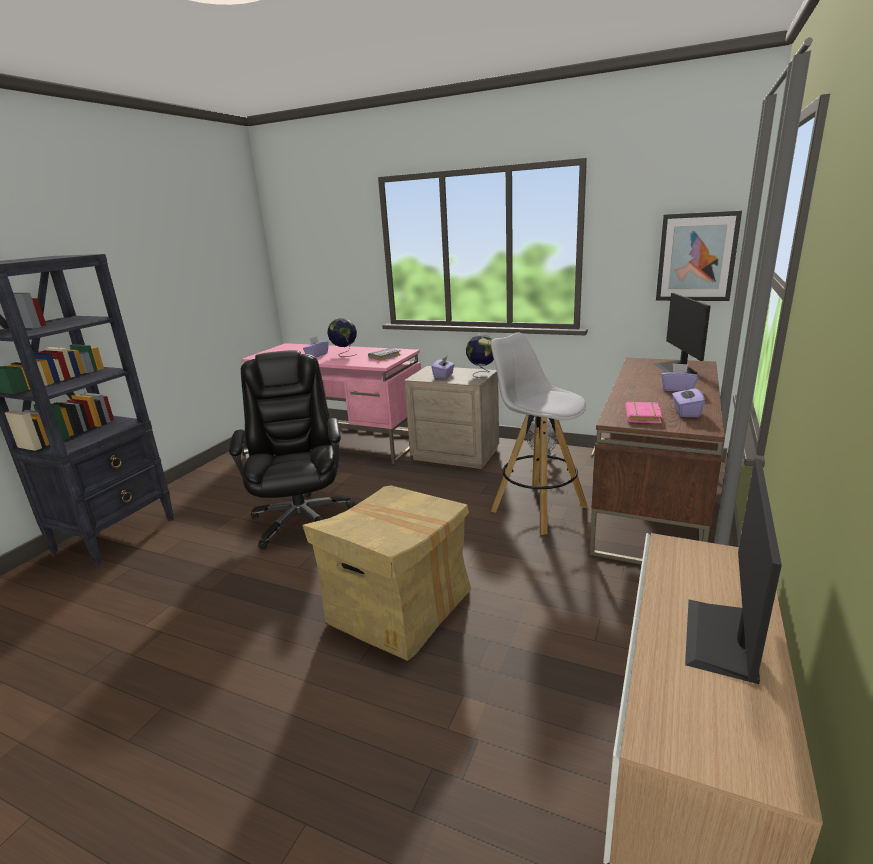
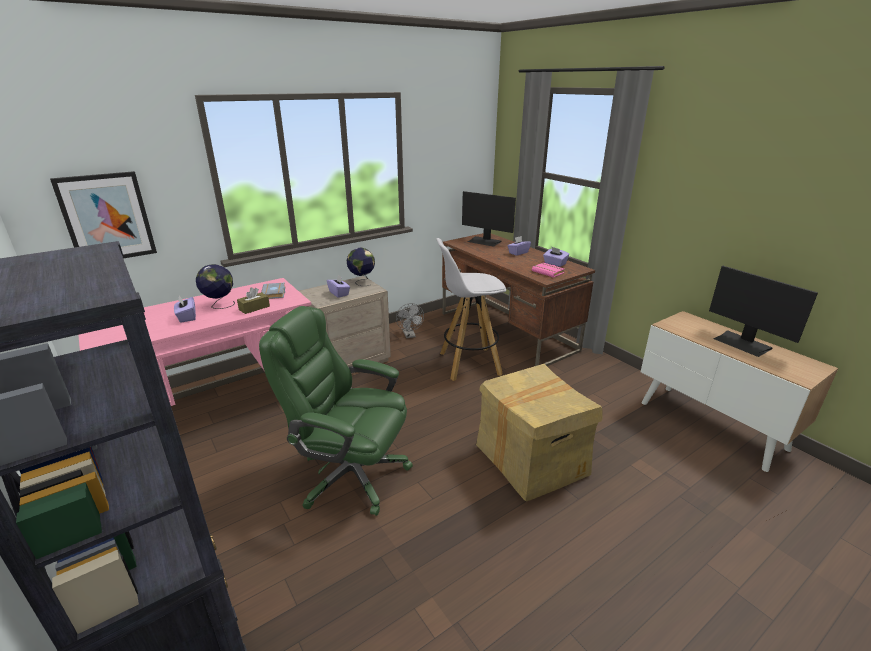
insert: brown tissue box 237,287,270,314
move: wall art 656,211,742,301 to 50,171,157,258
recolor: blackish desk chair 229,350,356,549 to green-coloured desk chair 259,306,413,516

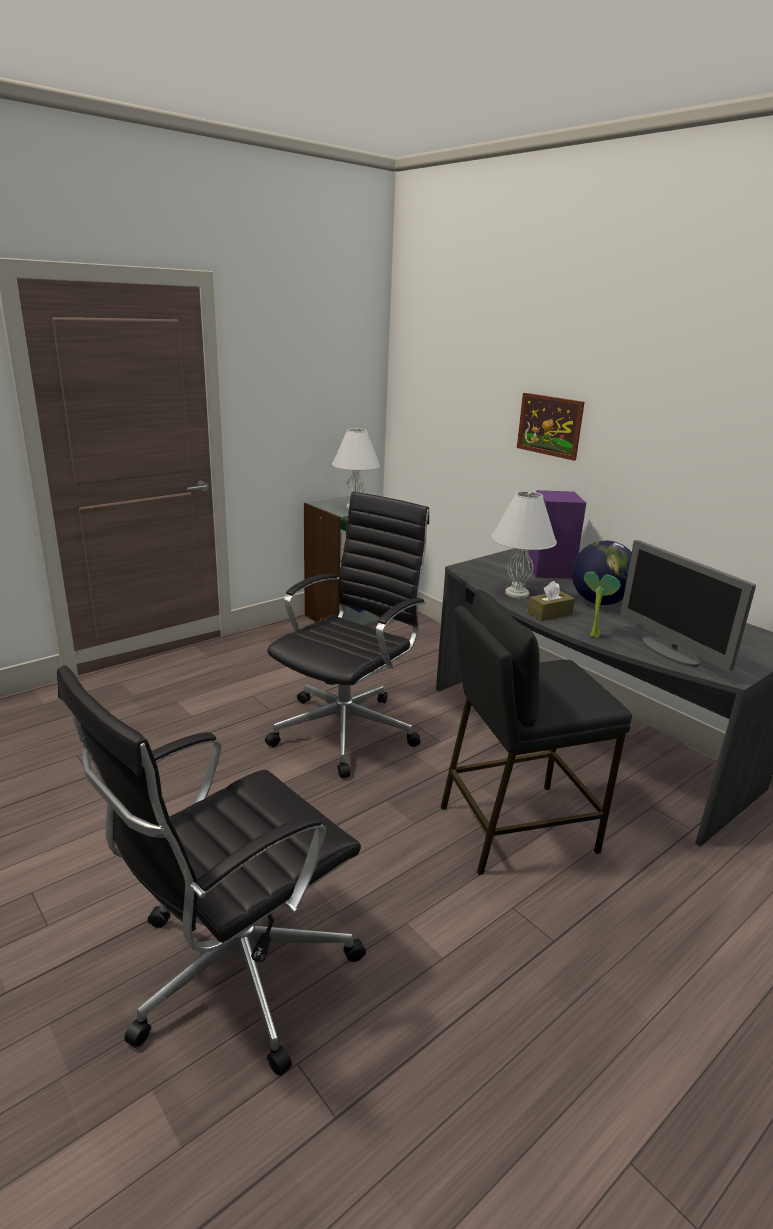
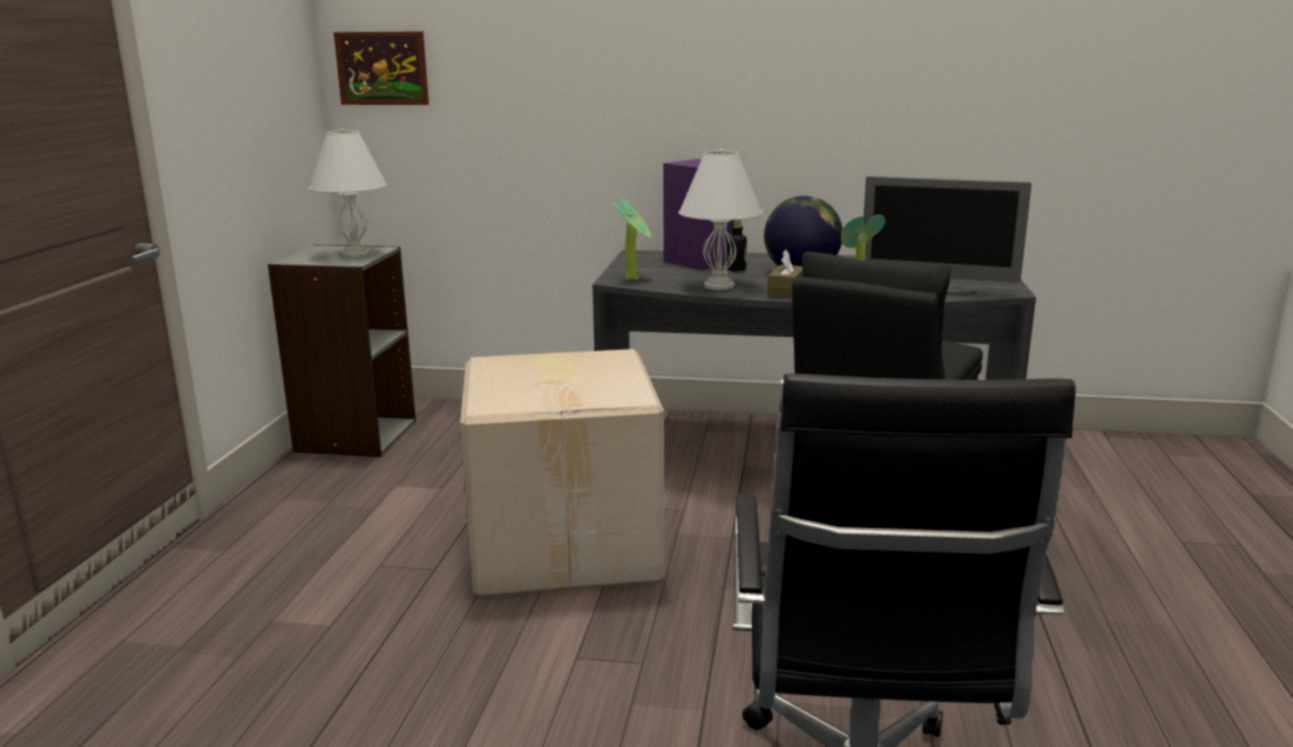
insert: potted plant 614,199,652,280; beverage bottle 727,220,747,271
move: wall art 517,393,585,461 to 334,31,429,105
replace: blackish desk chair 265,491,429,778 to cardboard box 460,349,665,597

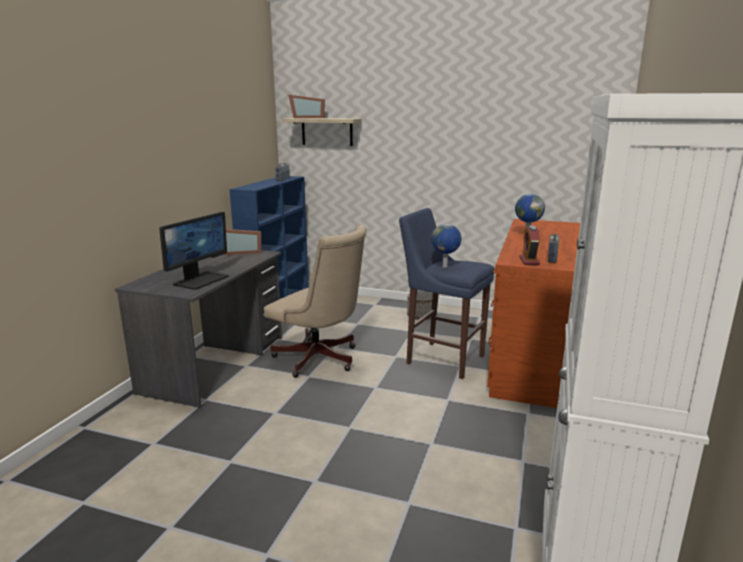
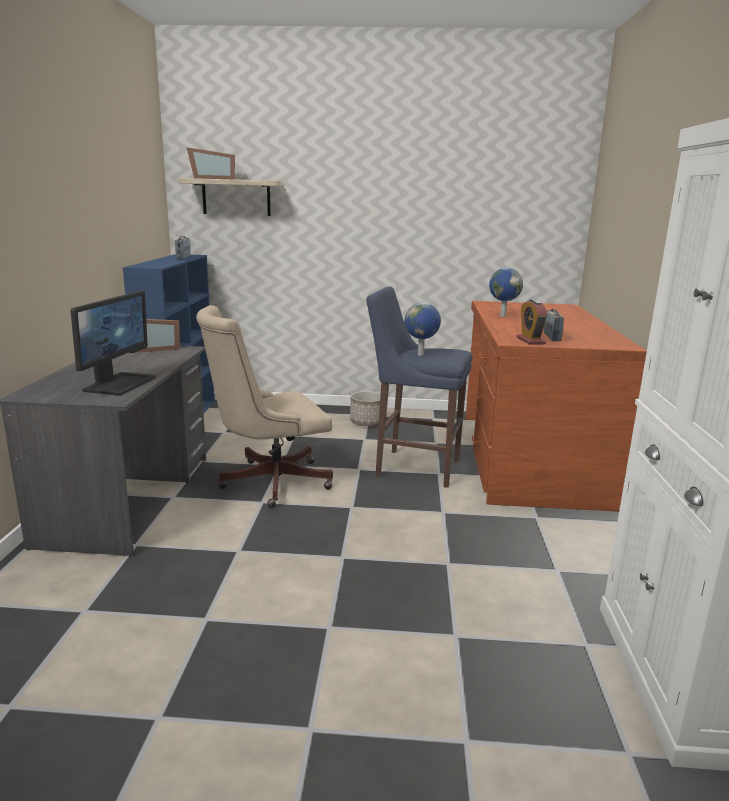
rotate: sand-coloured desk chair 264,225,367,378 = 196,305,333,508 135 degrees clockwise

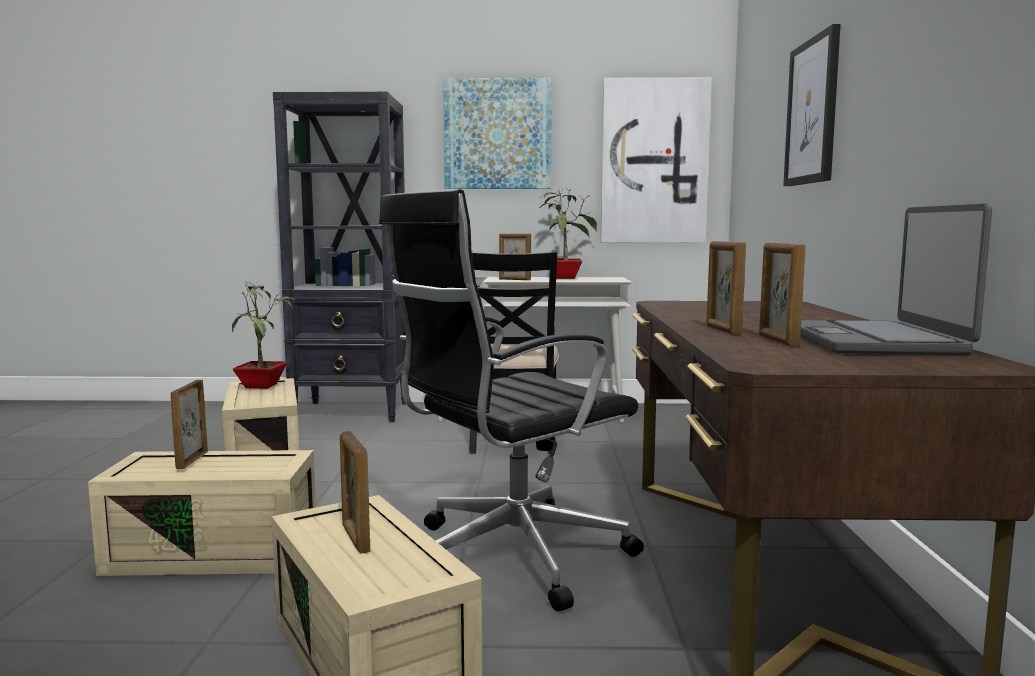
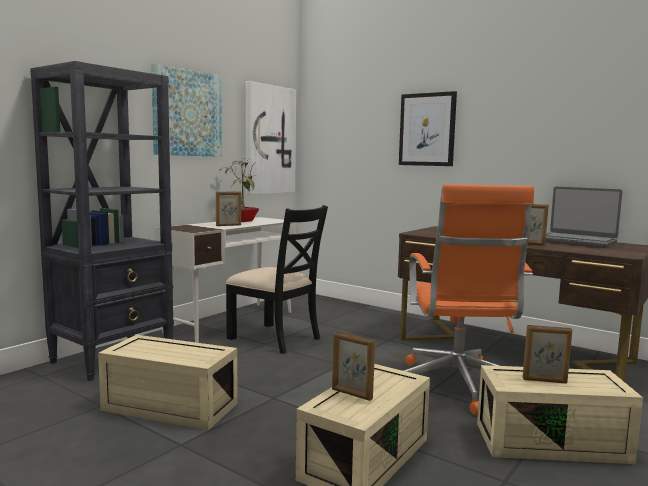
delete: potted plant 232,281,296,389; standing frame 759,243,806,346
recolor: blackish desk chair 379,189,644,612 to orange desk chair 404,184,534,415

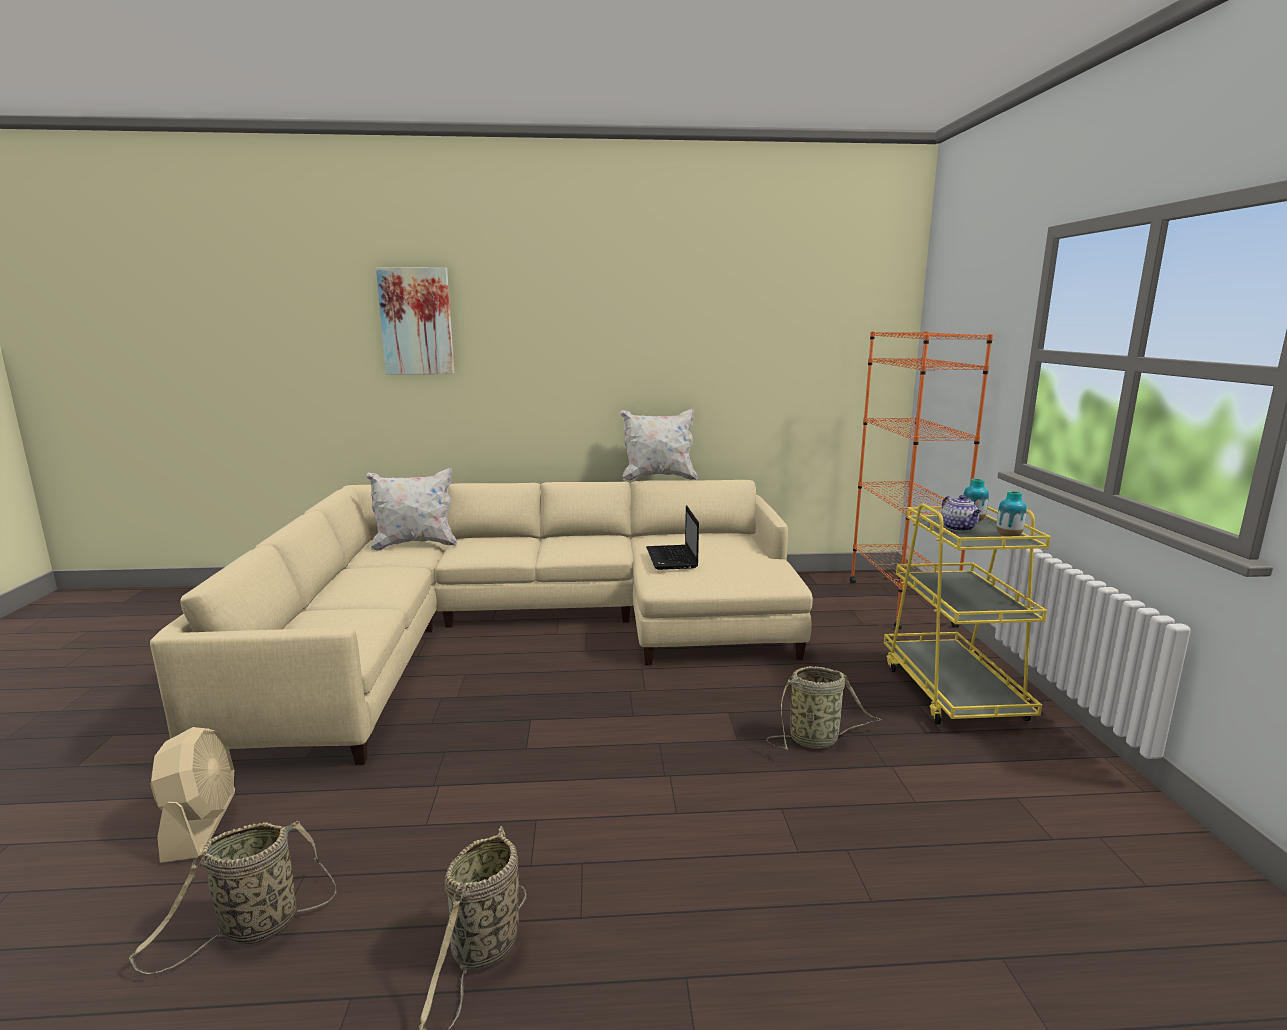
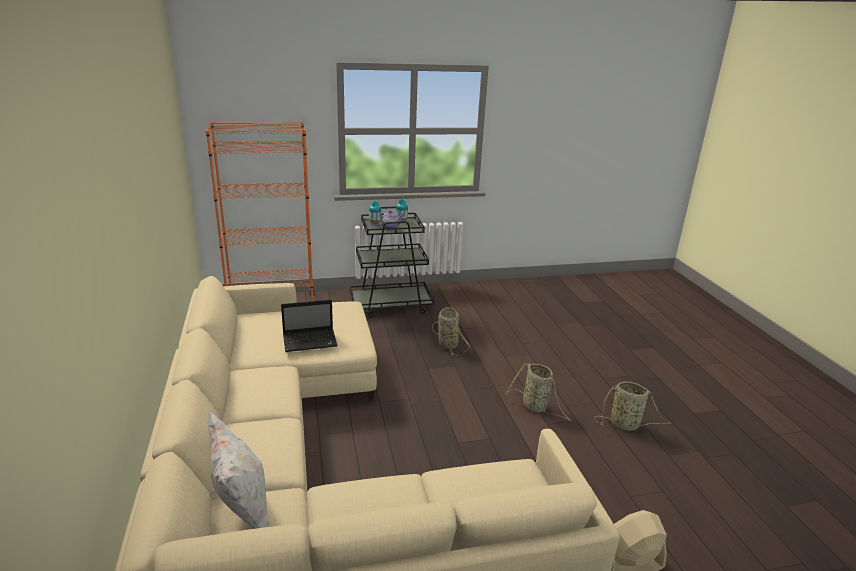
delete: wall art 376,267,454,374; white-coloured throw pillow 620,409,698,482
move: household basket 129,821,337,974 to 506,363,571,421
recolor: yellow-coloured cart 884,503,1051,725 to blackish cart 350,207,434,318

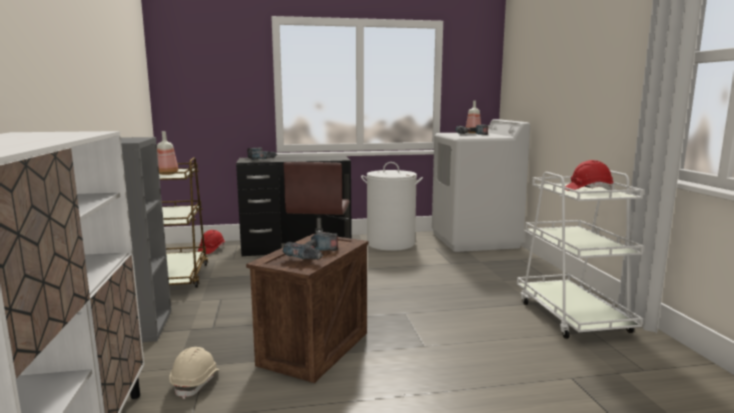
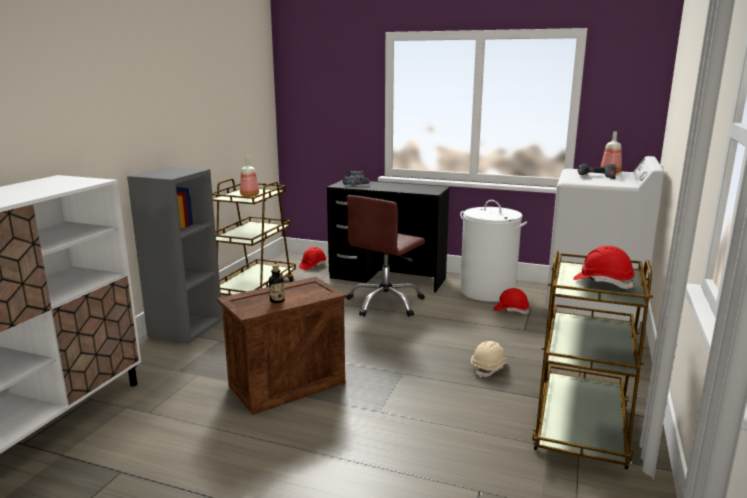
insert: reddish safety helmet 493,288,529,314
move: sand-coloured safety helmet 169,347,220,399 to 471,341,508,378
replace: drill 283,231,338,260 to beverage bottle 269,264,285,303
recolor: white-coloured cart 517,170,644,339 to brown cart 532,251,653,469

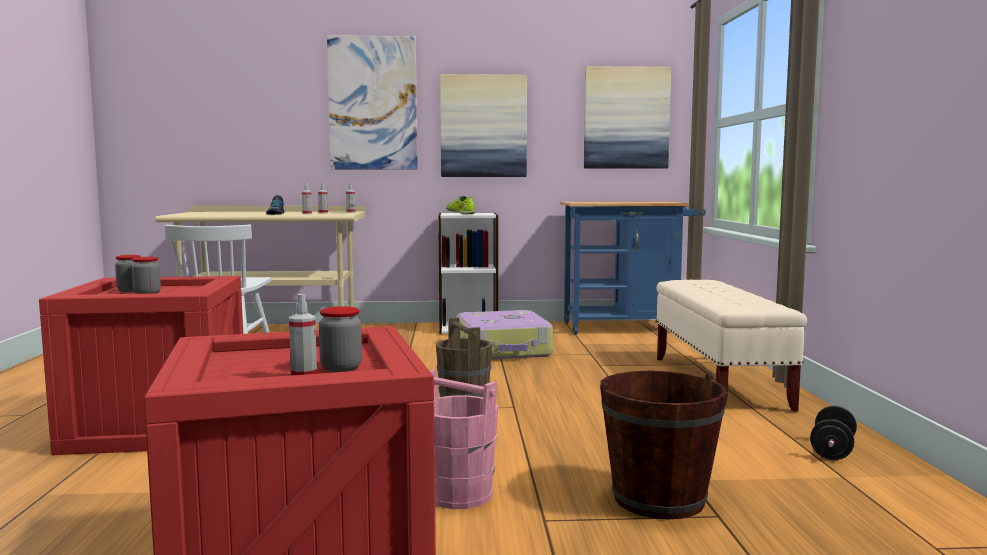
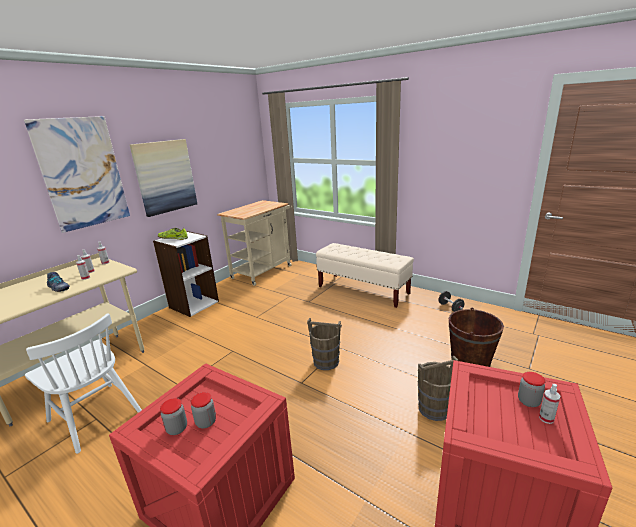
delete: piece of luggage 456,310,553,359; wall art 584,66,671,169
recolor: pink pail 430,370,498,509 to brown pail 418,356,459,421; blue cart 560,201,706,335 to sand-coloured cart 217,200,292,286

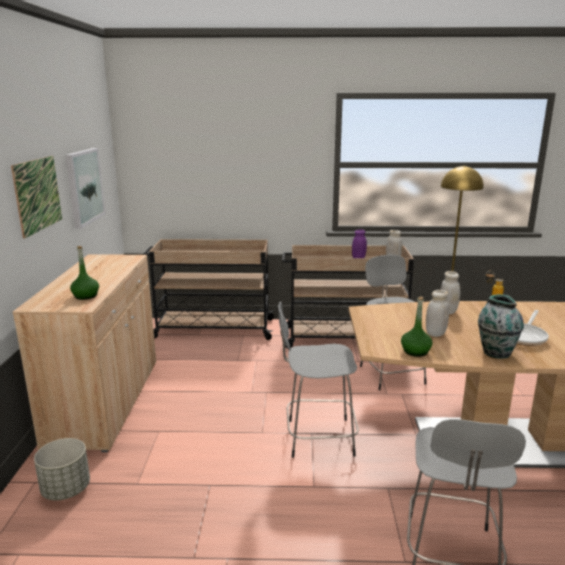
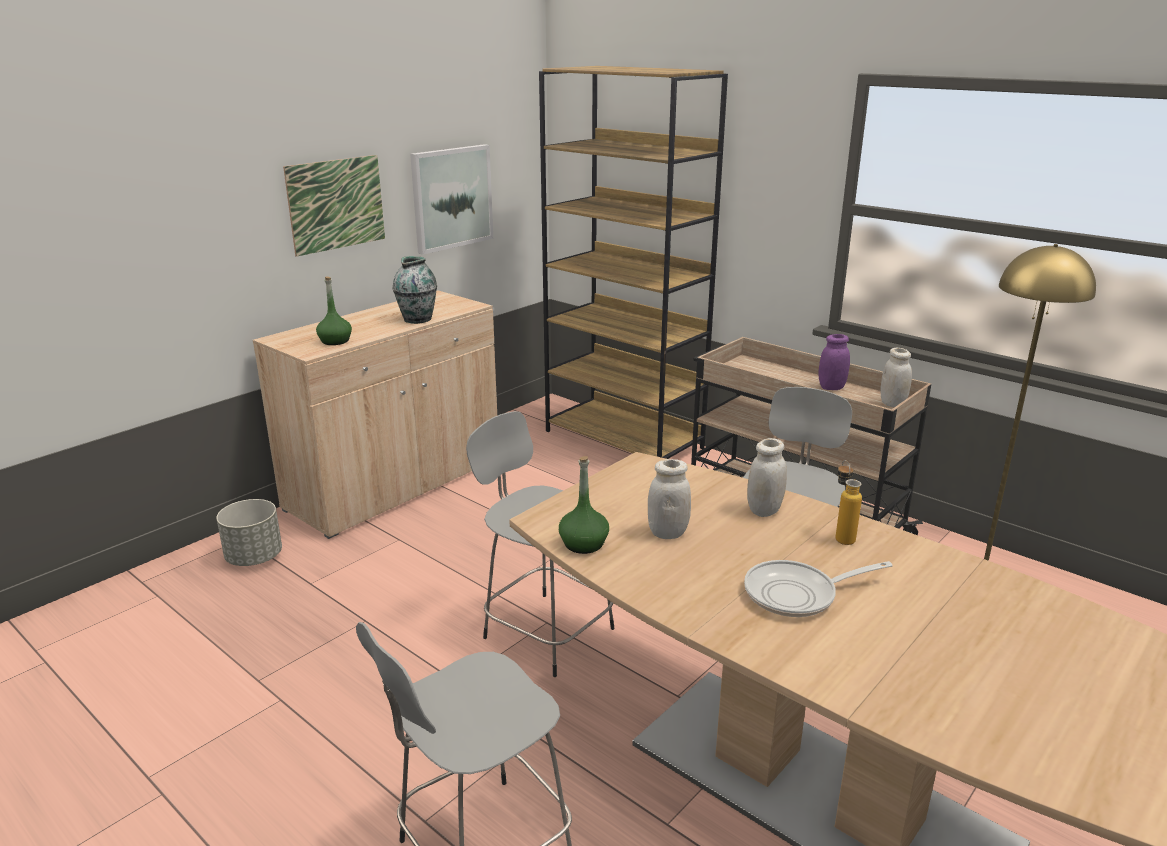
move: decorative vase 478,294,524,359 to 393,256,437,324
replace: sand-coloured cart 143,239,275,340 to brown shelving unit 539,66,728,459

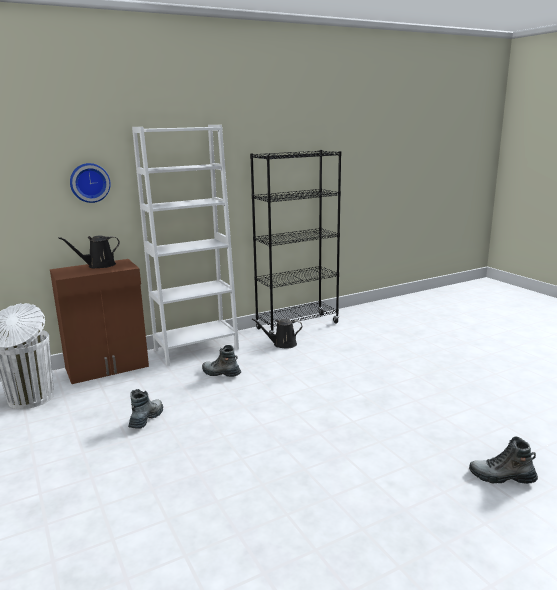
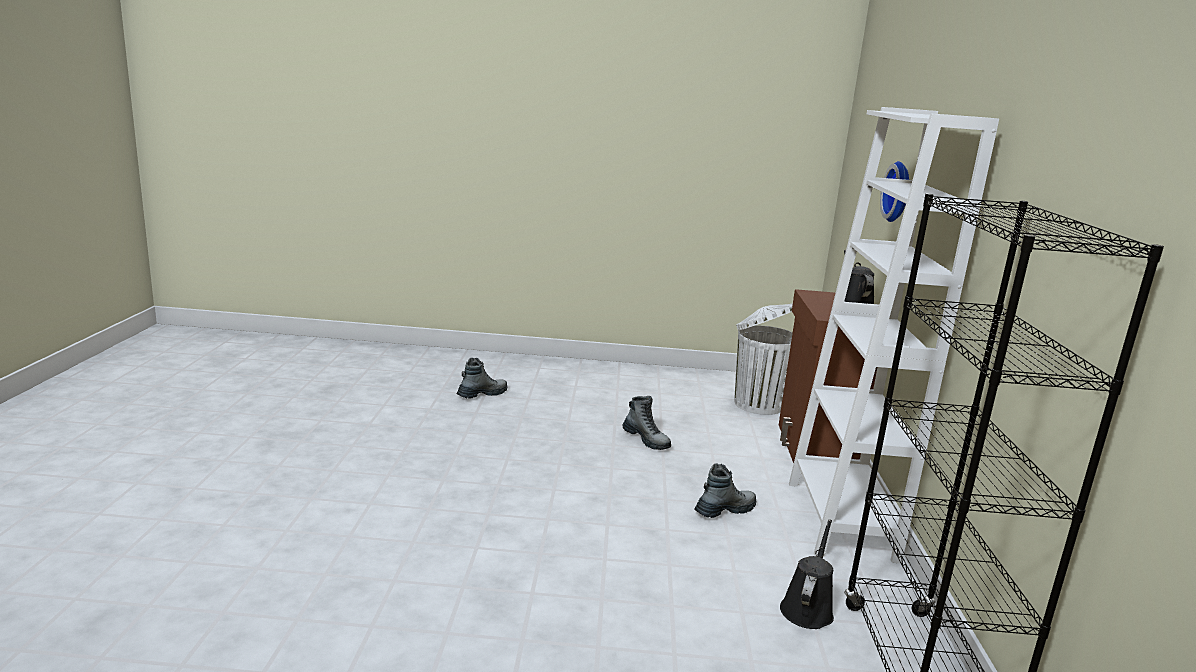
move: tall boot 469,436,538,484 to 456,358,507,399

